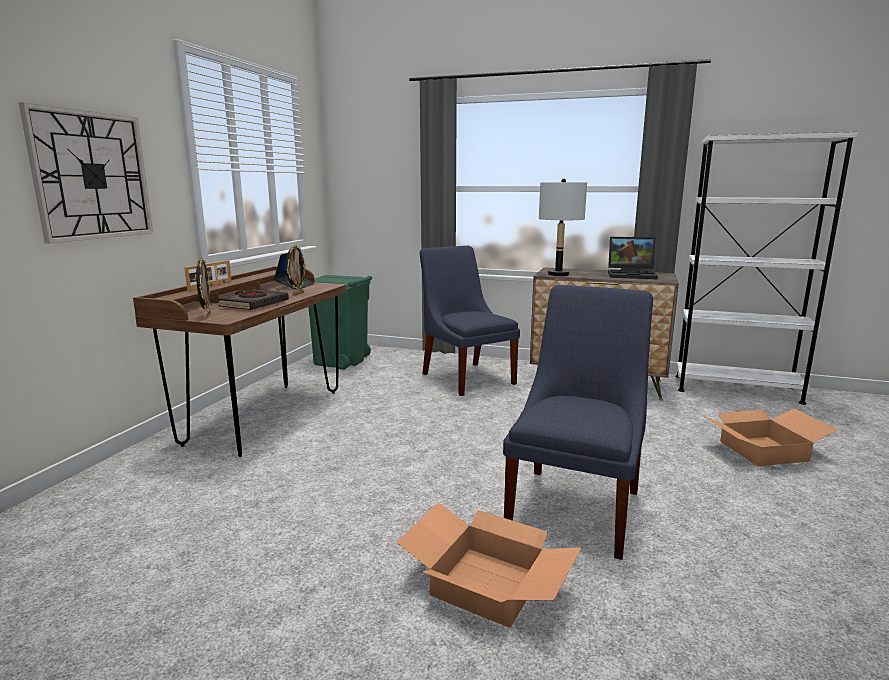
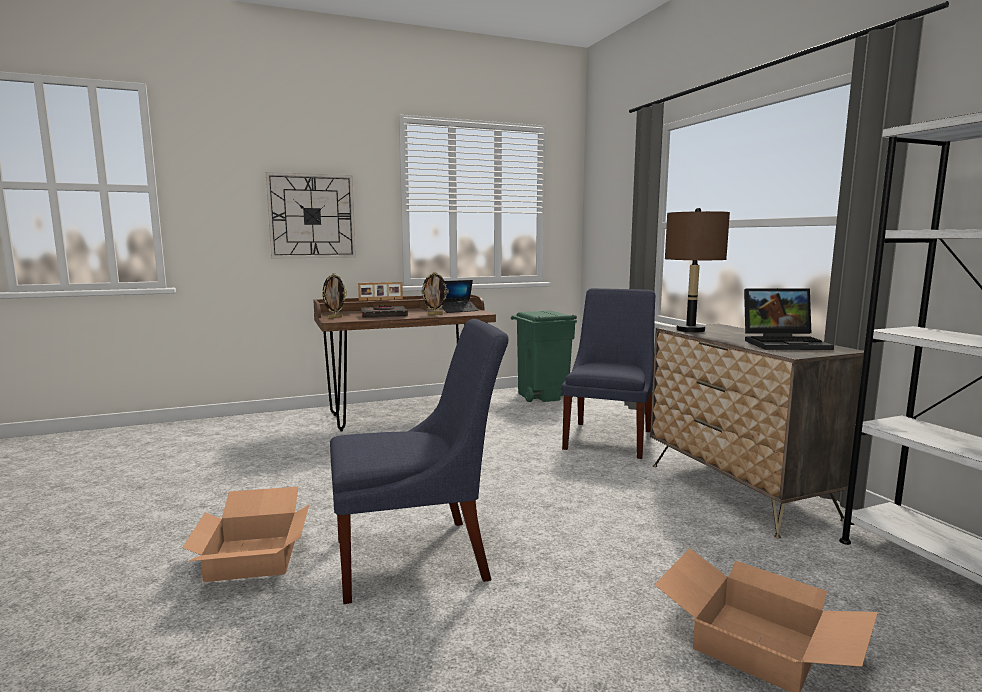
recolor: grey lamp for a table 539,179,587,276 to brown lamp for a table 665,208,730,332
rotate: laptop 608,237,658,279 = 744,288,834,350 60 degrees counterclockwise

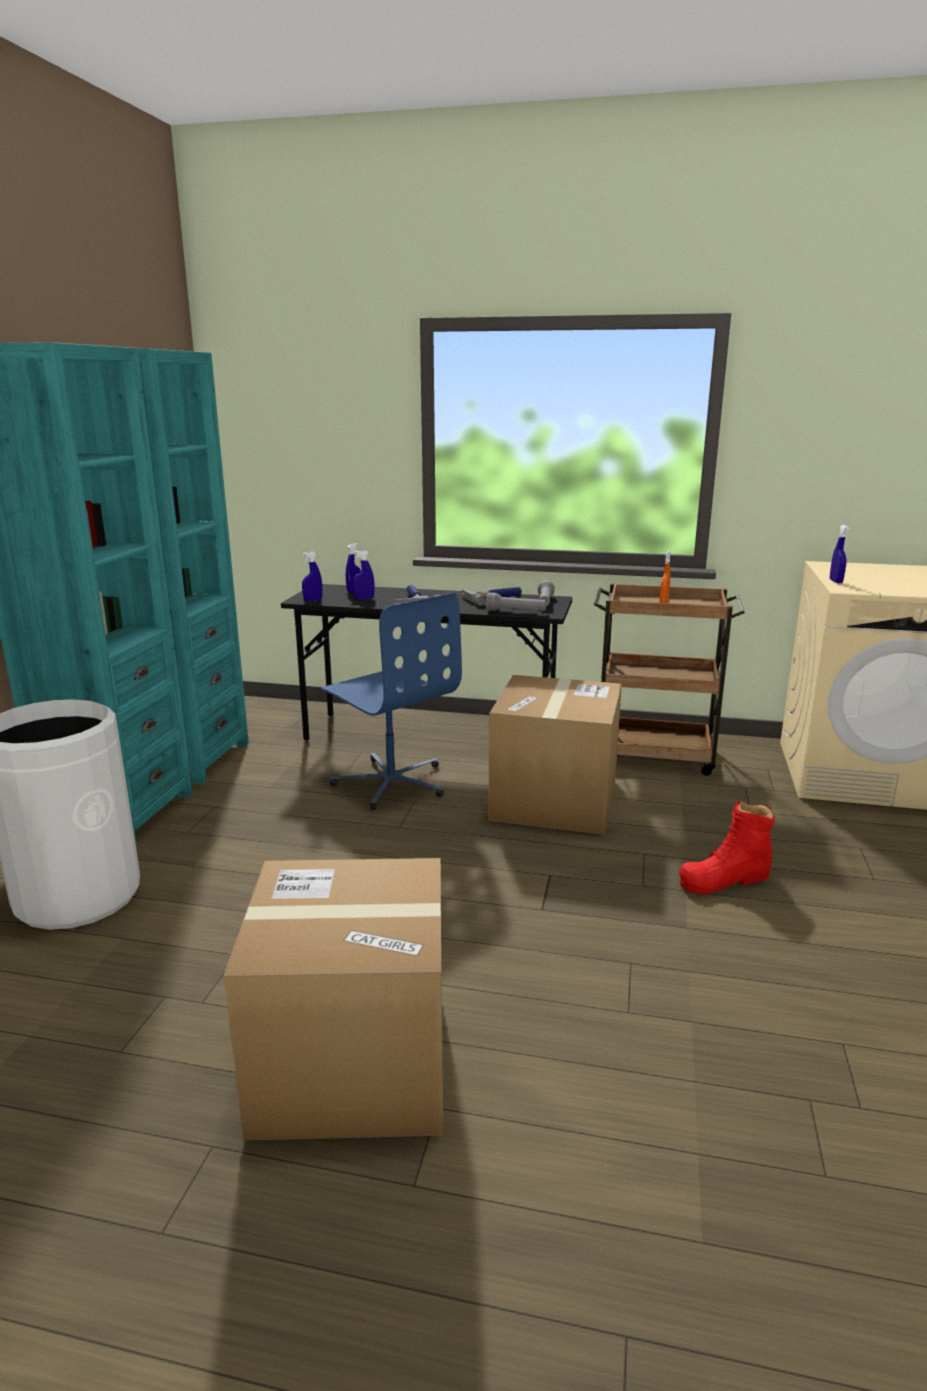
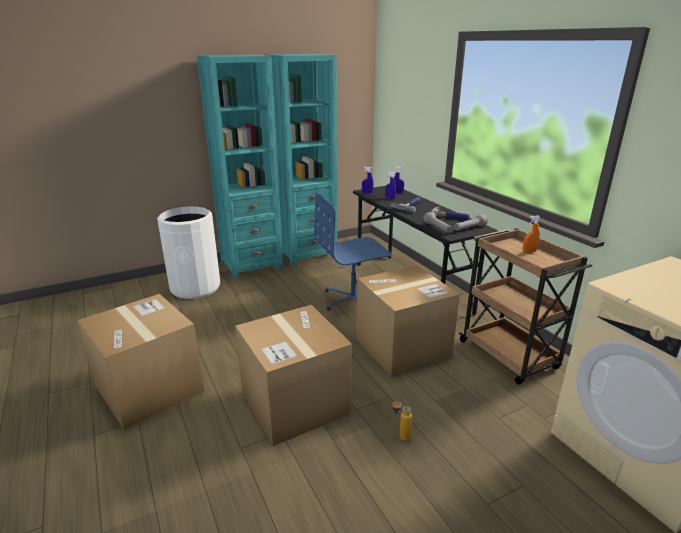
delete: blue sprayer 830,525,849,583
insert: cardboard box 235,305,352,446
replace: reddish tall boot 679,801,775,894 to beverage bottle 392,401,412,441
rotate: blue desk chair 321,593,462,810 = 314,192,392,311 60 degrees clockwise

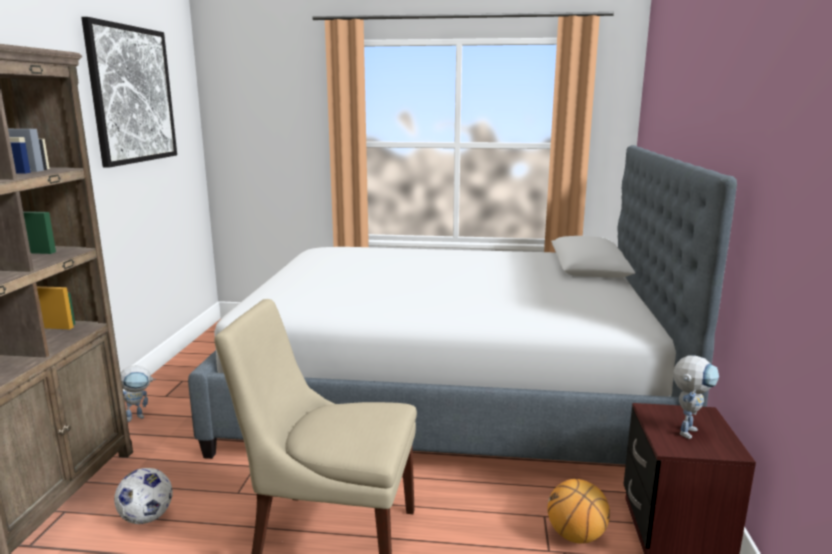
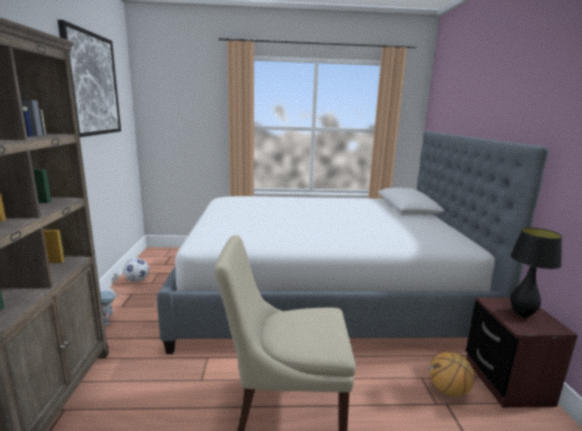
move: ball for football 114,468,173,524 to 123,258,149,282
replace: model robot 673,356,719,439 to blackish lamp for a table 510,228,562,317

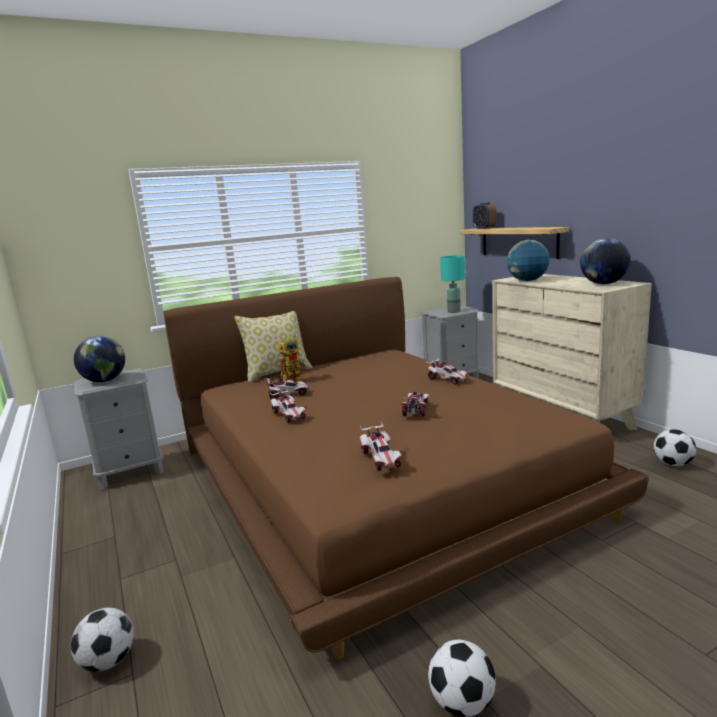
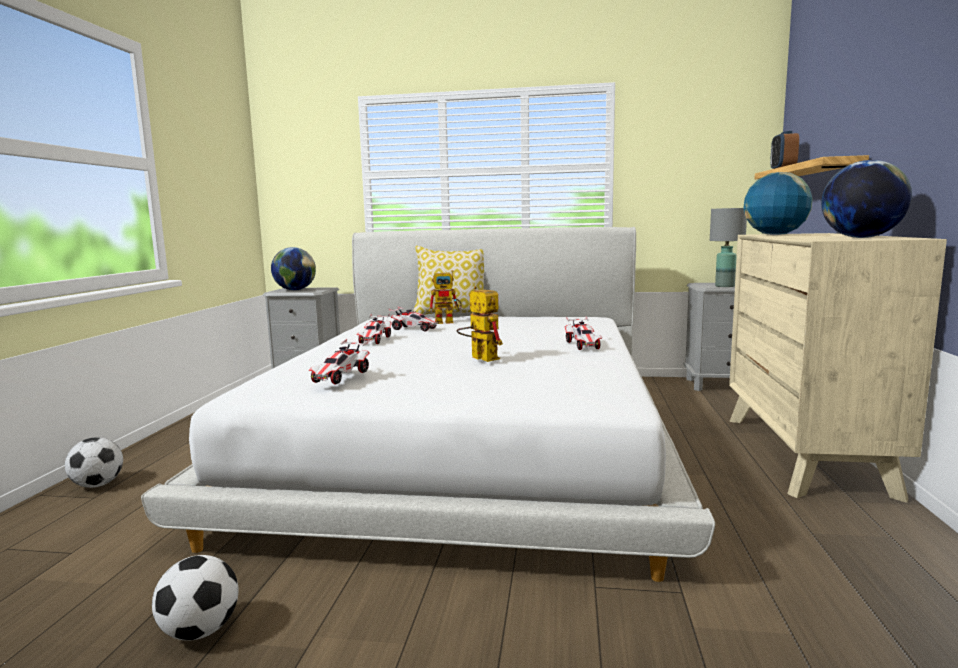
delete: ball for football 654,429,696,466
replace: toy car 401,392,429,417 to model robot 456,286,503,362
recolor: brown sleeping bed 163,277,649,659 to white-coloured sleeping bed 141,227,715,582; blue-green lamp for a table 440,255,465,313 to grey lamp for a table 710,208,747,287

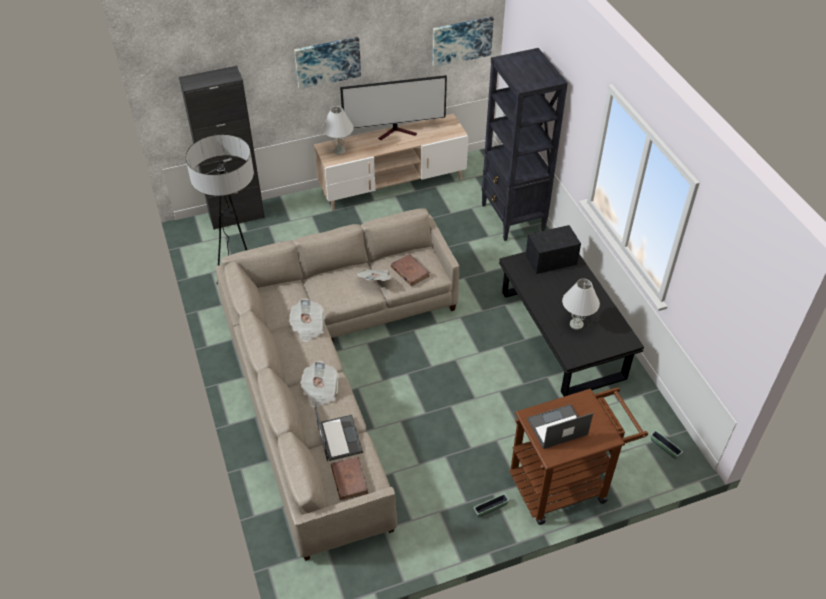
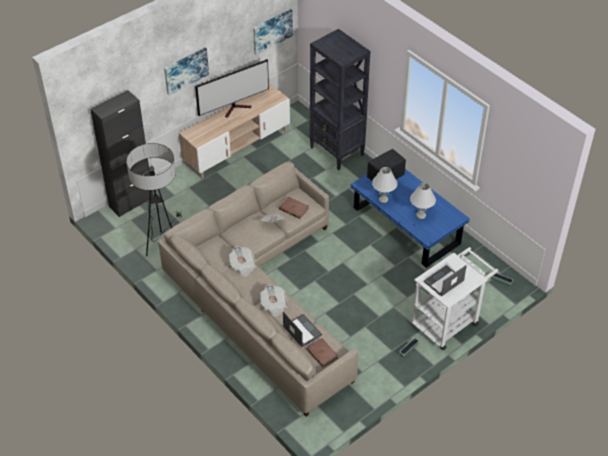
move: white-coloured lamp for a table 322,106,354,154 to 372,167,397,203
recolor: blackish coffee table 499,252,644,397 to blue coffee table 350,169,470,268; brown cart 509,387,648,525 to white-coloured cart 412,247,498,350

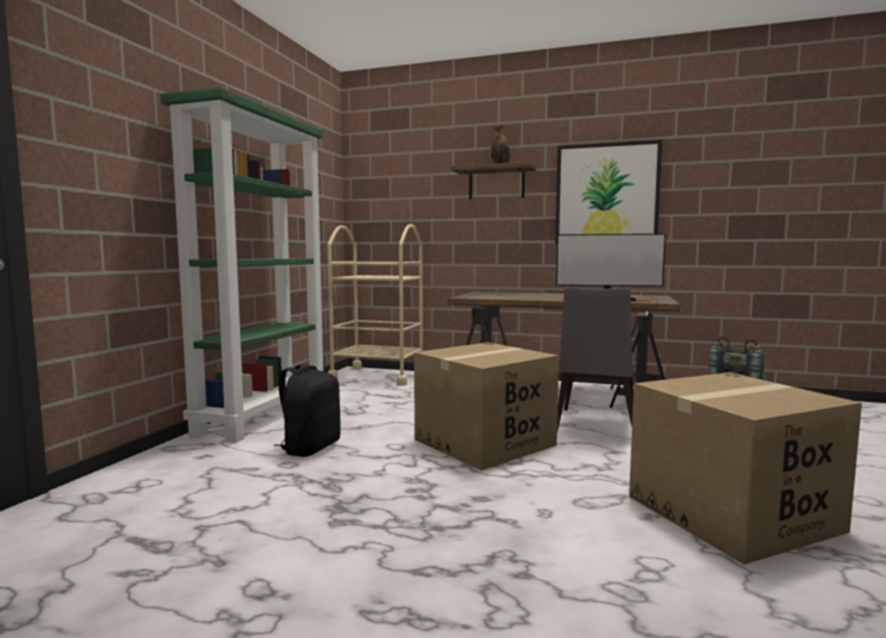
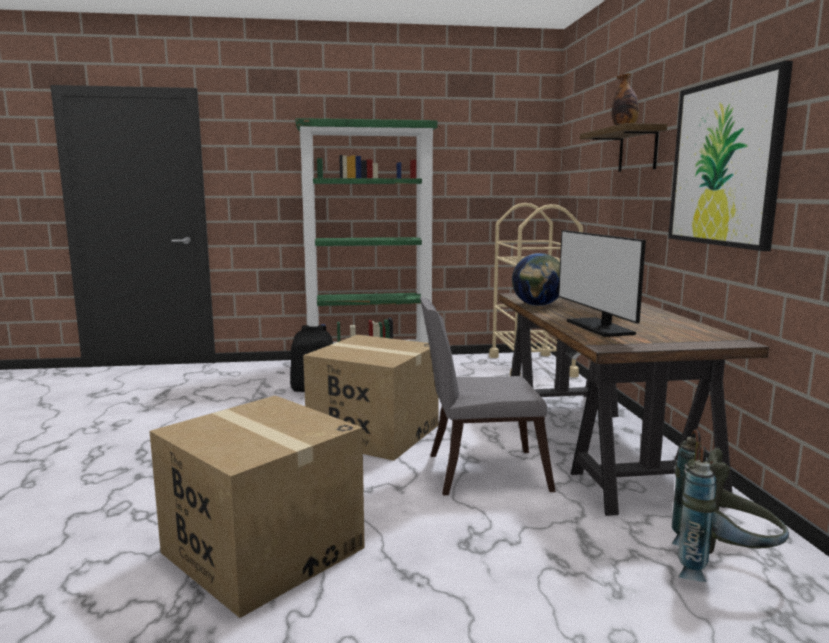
insert: world globe 512,253,560,306

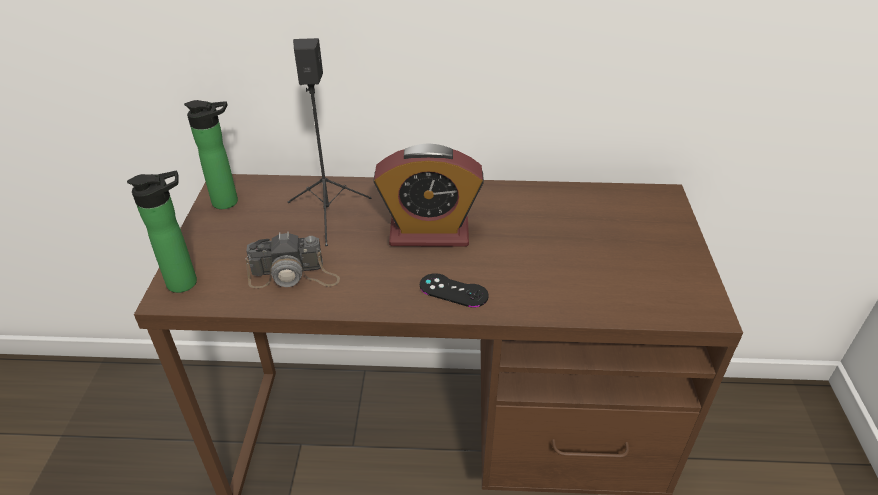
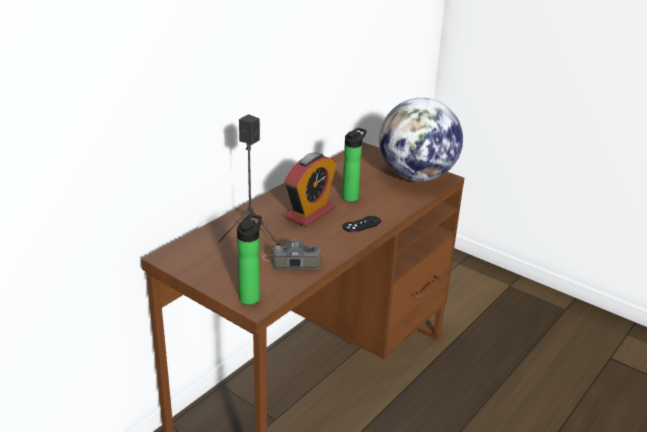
insert: world globe 379,98,463,181
move: beverage bottle 184,100,238,209 to 342,128,367,202
rotate: still camera 246,232,340,288 = 262,240,322,270 120 degrees counterclockwise

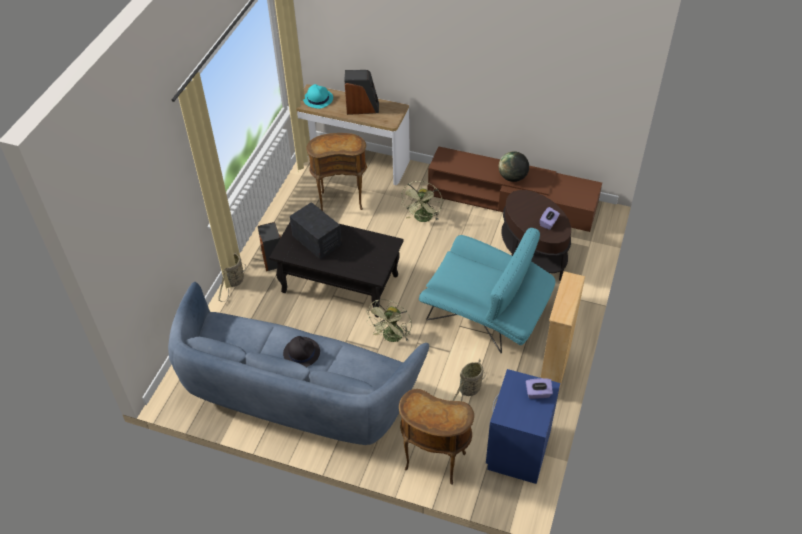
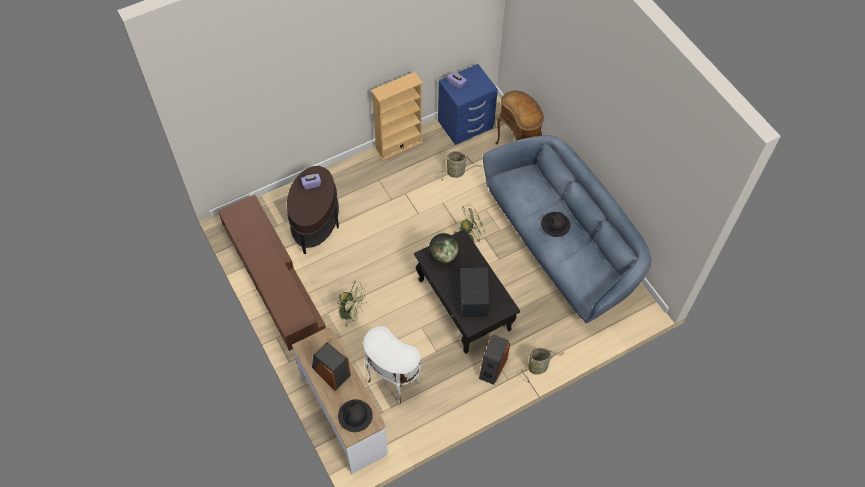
delete: blue-green lounge chair 419,228,555,353
move: world globe 499,151,529,182 to 429,233,459,264
recolor: blue-green clothing hat 303,84,333,109 to blackish clothing hat 338,399,373,432; brown accent table 306,133,367,211 to white-coloured accent table 363,326,421,404
rotate: green-coloured cooling fan 401,181,443,222 = 337,281,368,327 60 degrees clockwise

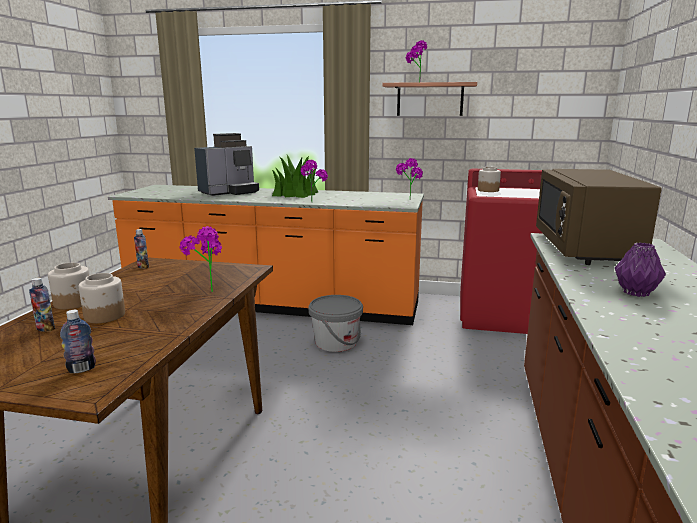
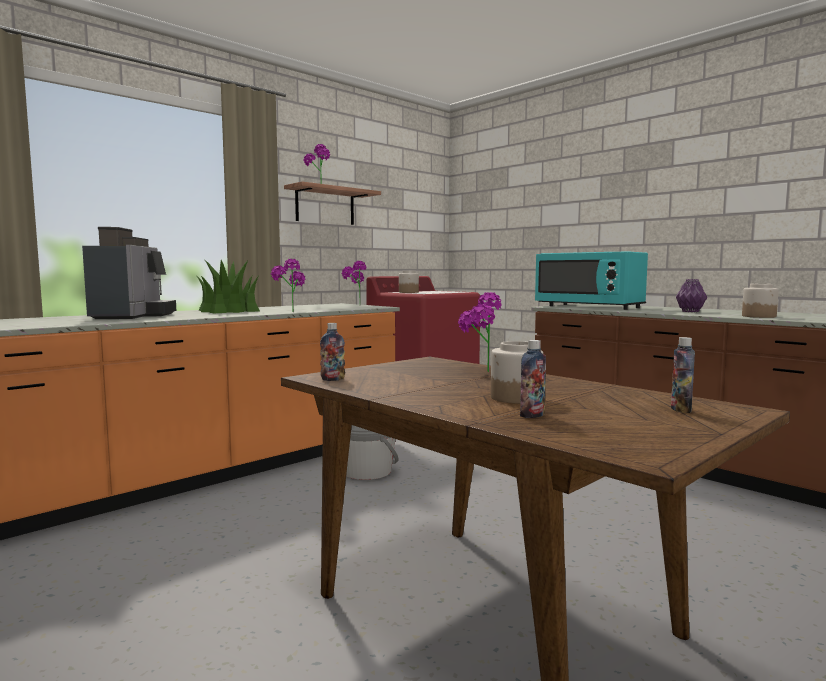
move: jar 48,262,89,309 to 742,284,779,318
recolor: brown microwave oven 536,169,662,265 to blue-green microwave oven 535,252,648,310

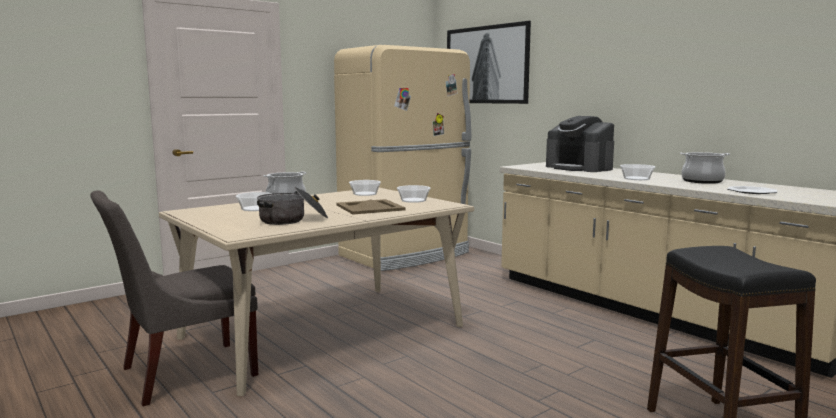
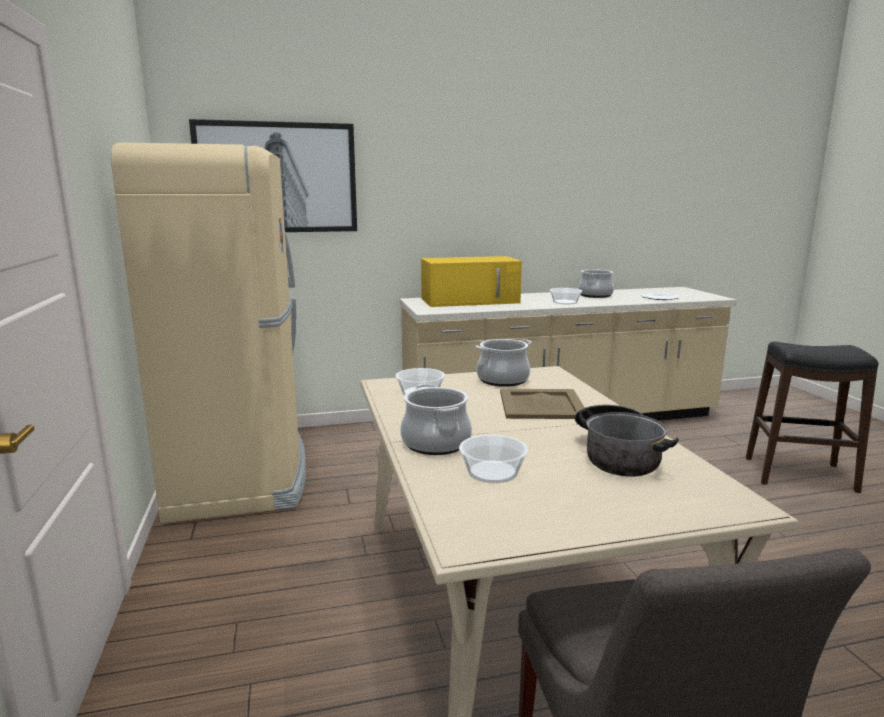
replace: deep dish 397,185,430,203 to stockpot 475,339,532,387; coffee machine 546,116,614,172 to yellow-coloured microwave oven 421,256,522,307

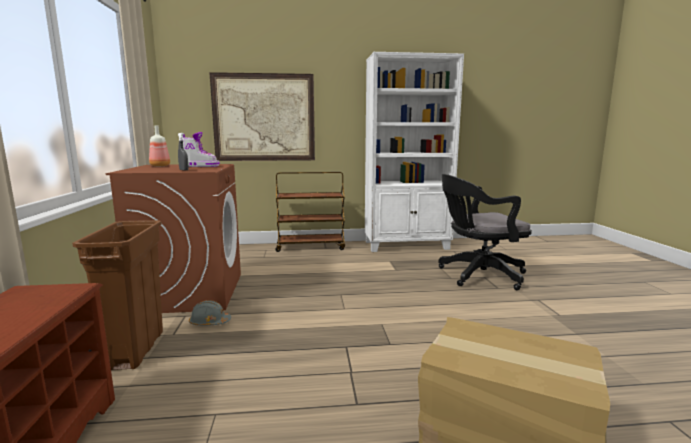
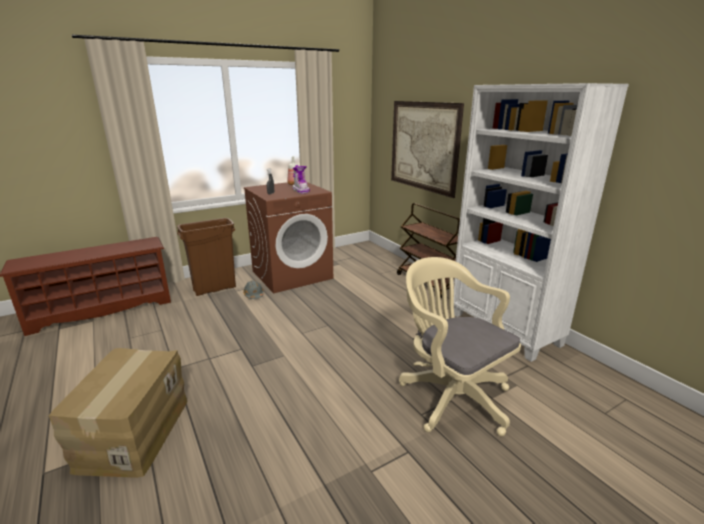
recolor: blackish desk chair 438,174,532,290 to sand-coloured desk chair 399,257,521,436

